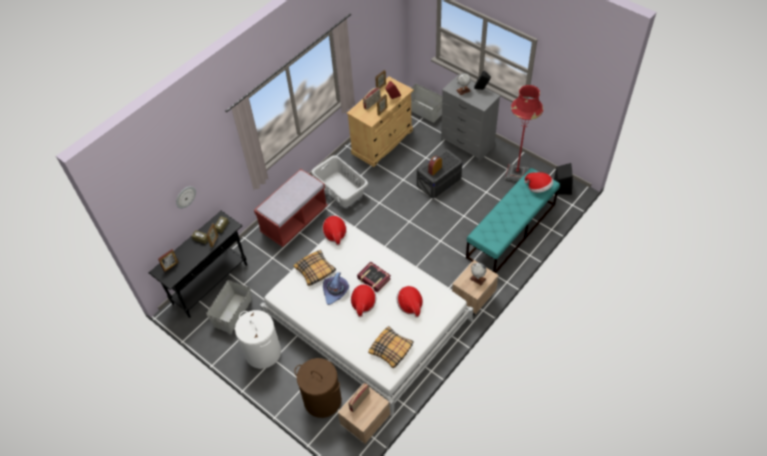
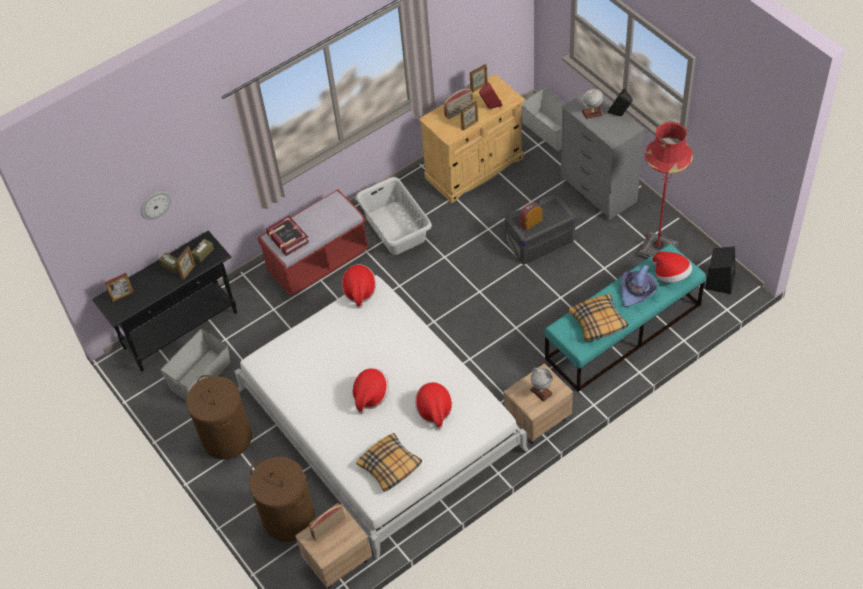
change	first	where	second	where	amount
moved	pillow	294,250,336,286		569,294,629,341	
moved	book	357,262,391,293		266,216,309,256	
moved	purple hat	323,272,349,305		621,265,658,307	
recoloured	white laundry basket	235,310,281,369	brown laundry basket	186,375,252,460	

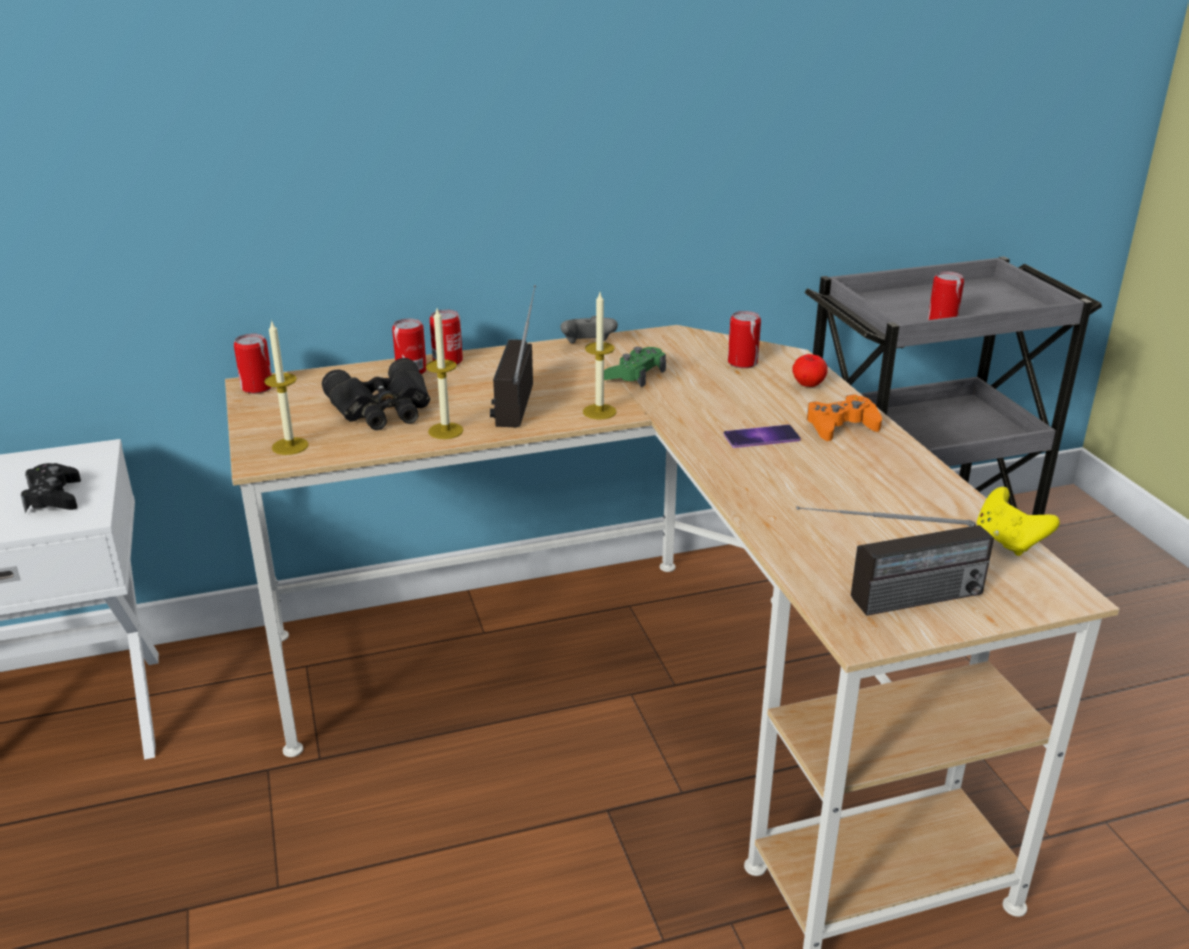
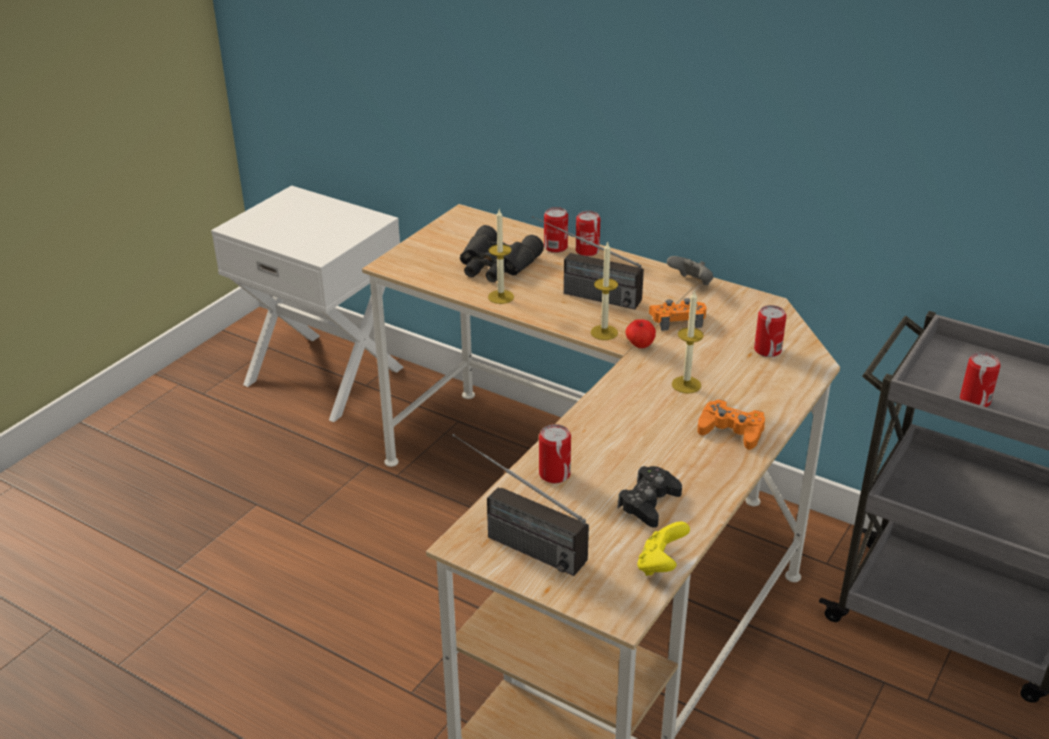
change	first	where	second	where	amount
turned	radio	490,285,536,427		532,216,644,309	120 degrees counterclockwise
moved	candle	264,320,309,455		672,290,704,393	
moved	can	234,334,272,394		539,424,571,483	
recoloured	green game controller	604,347,666,388	orange game controller	649,298,707,331	
moved	apple	792,354,827,387		626,319,656,348	
removed	phone	723,425,801,448			
moved	black game controller	21,463,81,513		617,466,682,528	

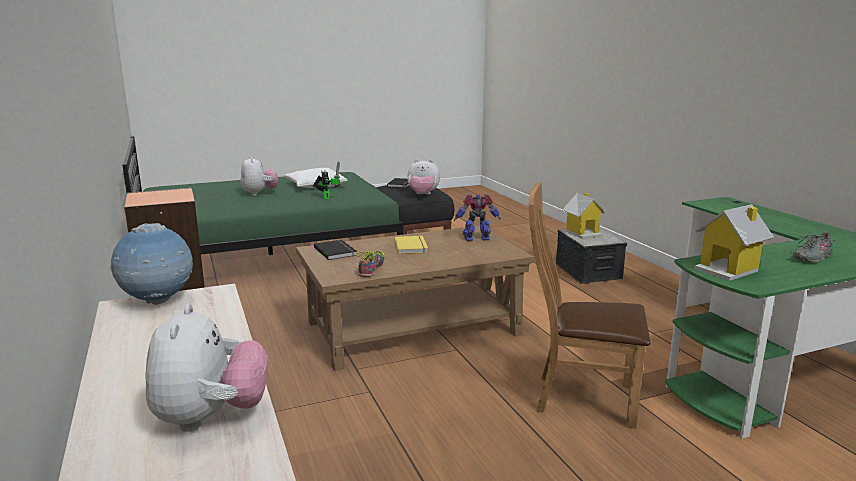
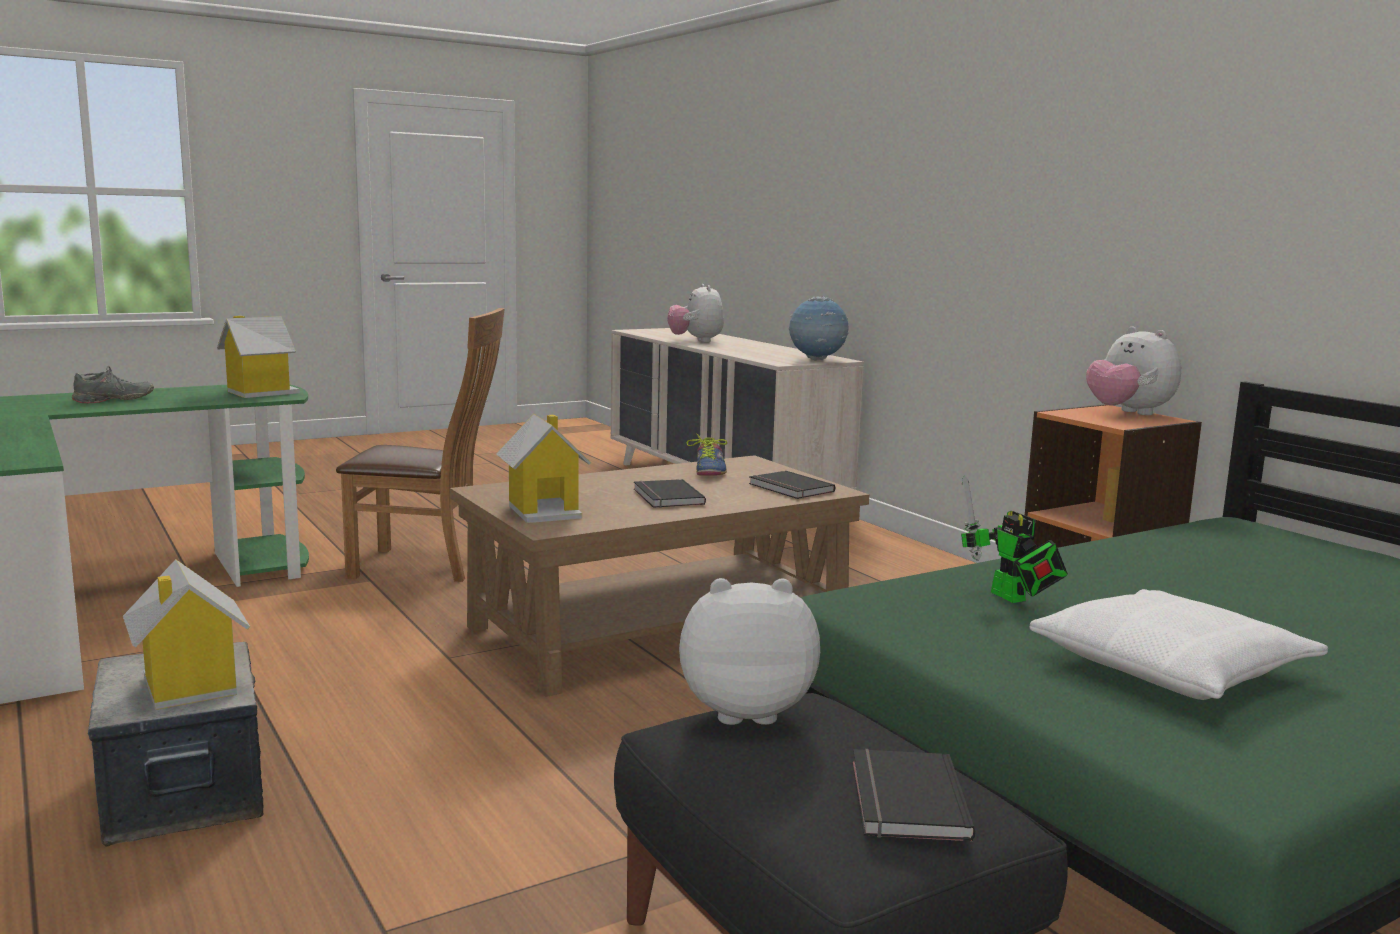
change	first	where	second	where	amount
moved	plush toy	241,156,278,196		1086,326,1181,415	
replaced	toy robot	454,194,500,241	toy house	496,414,591,523	
recoloured	yellow book	394,236,428,254	black book	634,479,706,508	

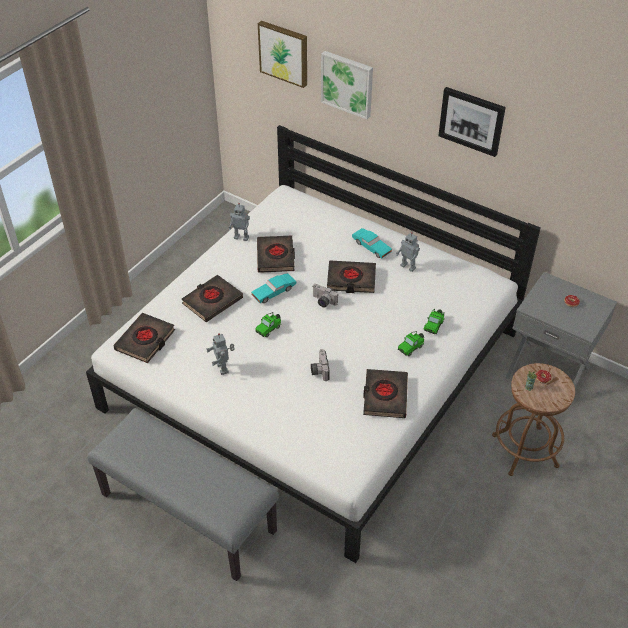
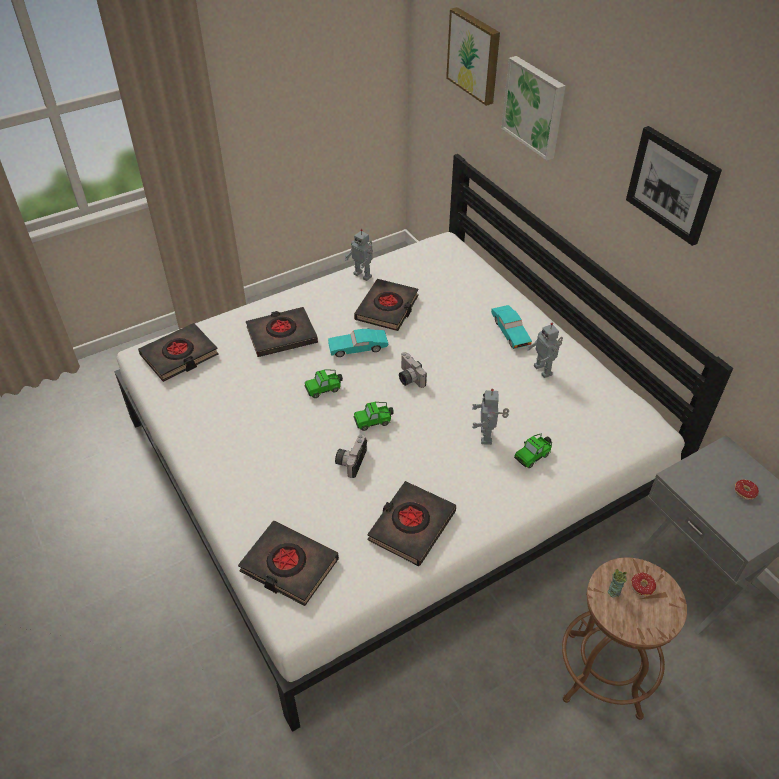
change	first	where	second	where	amount
moved	black book	327,260,376,293		238,521,339,606	
moved	toy car	398,331,424,356		353,402,394,431	
moved	toy robot	207,333,235,375		472,389,509,445	
removed	grey bench	87,408,279,581			

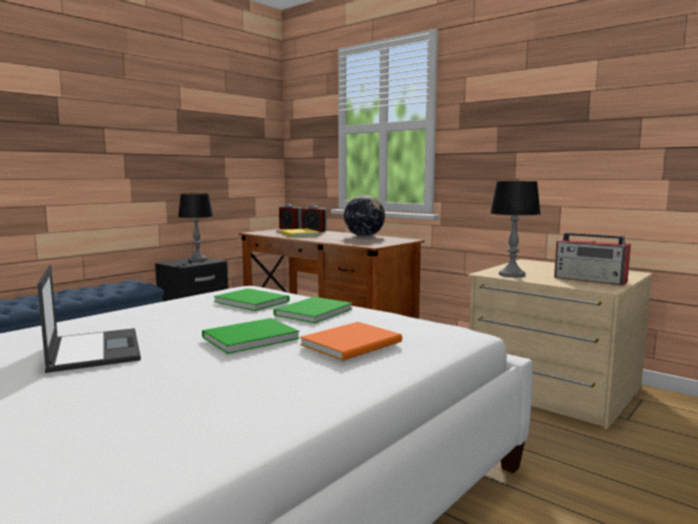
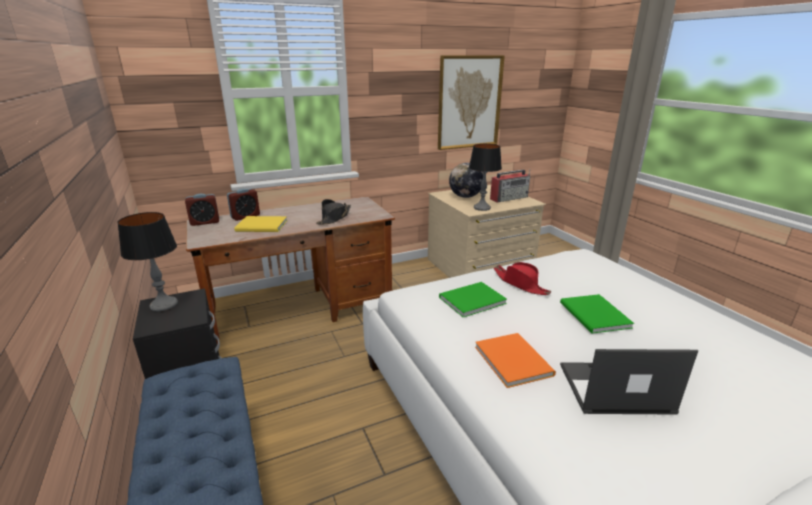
change	first	where	second	where	amount
moved	globe	344,195,385,237		449,163,483,198	
replaced	green book	273,297,353,323	red hat	494,262,551,295	
moved	orange book	300,322,402,361		475,333,556,388	
added			picture	438,55,505,150	
added			black hat	316,199,351,224	

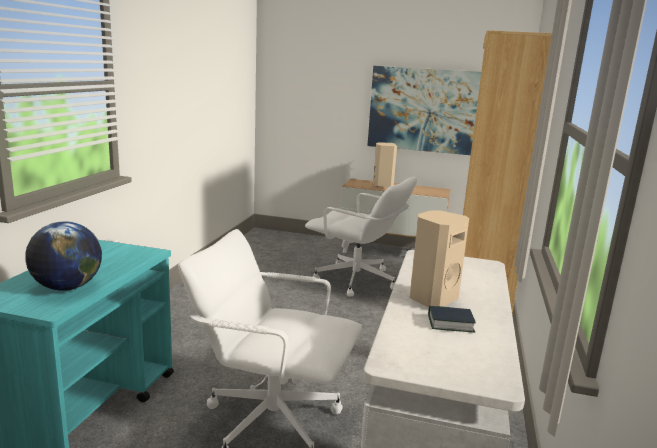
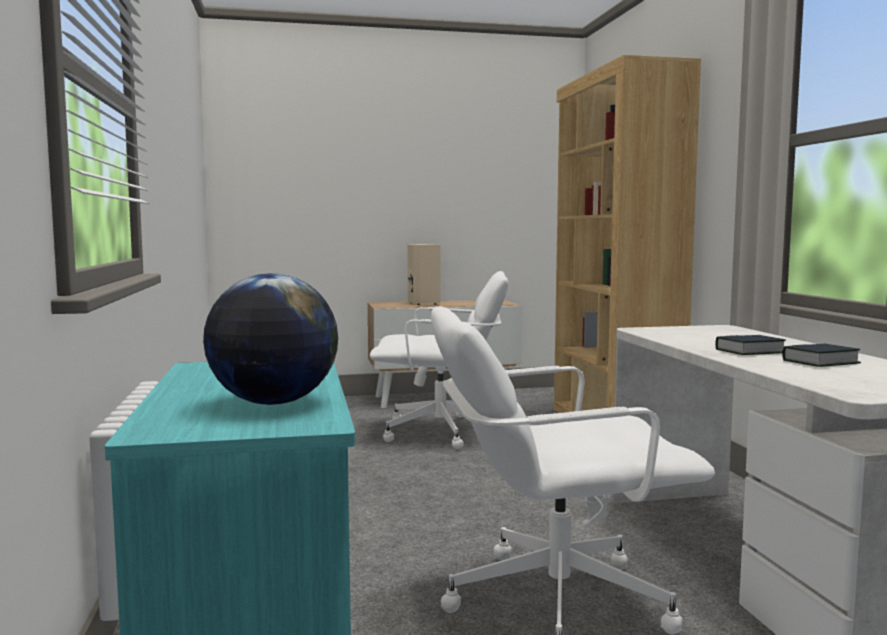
change	first	where	second	where	amount
removed	picture	367,66,481,155			
replaced	beige speaker	410,211,469,308	book	715,335,786,355	

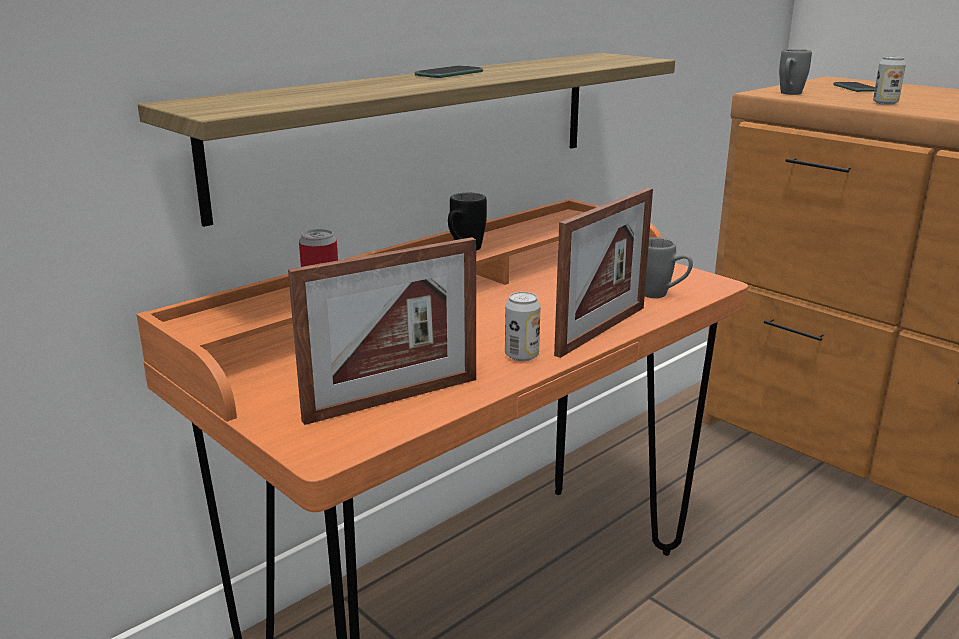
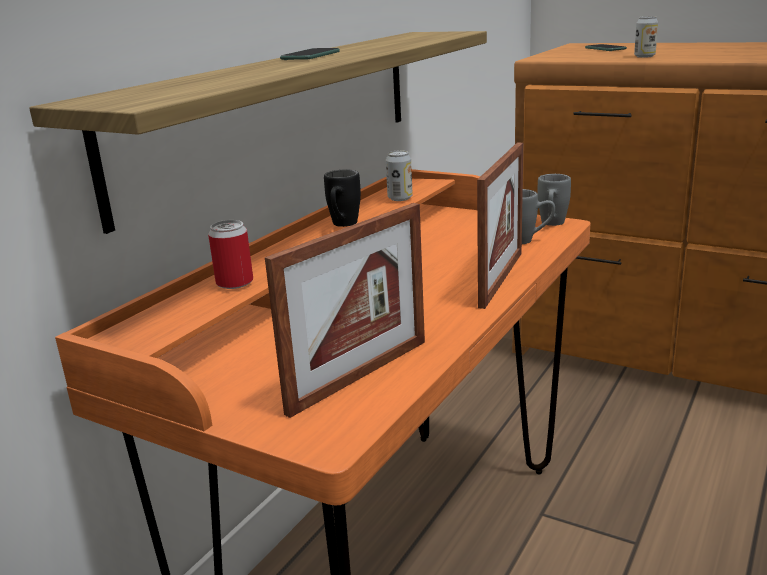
change	first	where	second	where	amount
moved	grey mug	779,49,812,95		537,174,571,226	
moved	can	505,292,541,361		386,151,413,201	

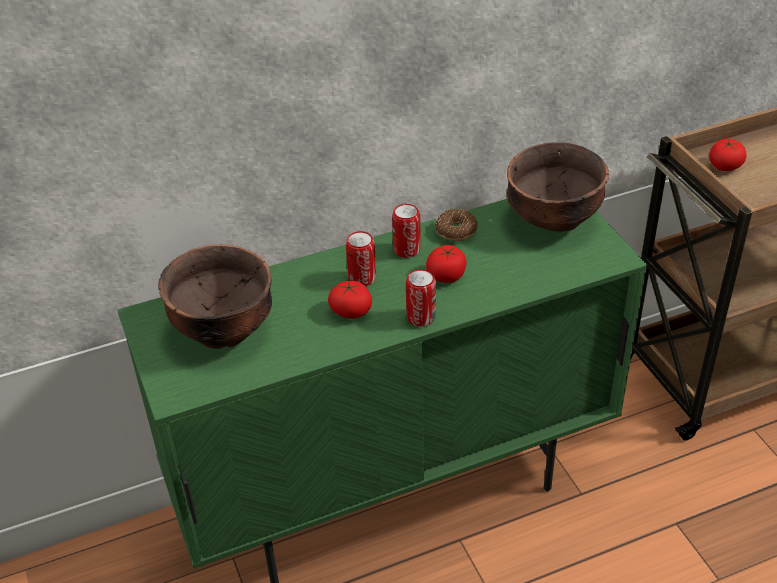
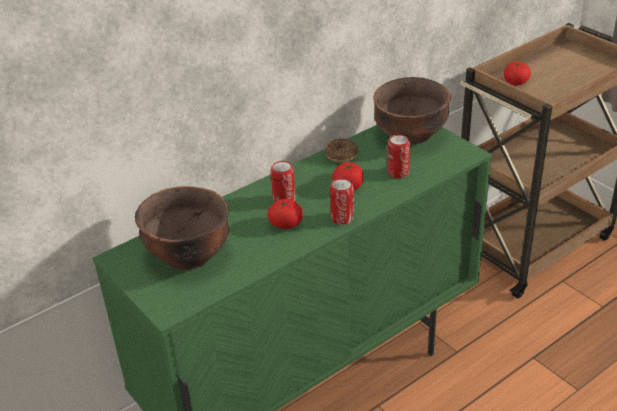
change	first	where	second	where	amount
moved	can	392,204,421,258		387,134,410,178	

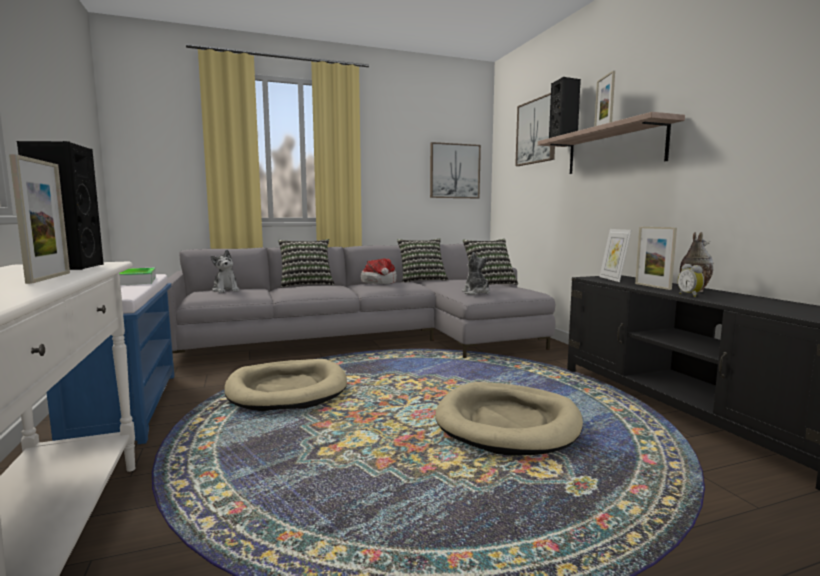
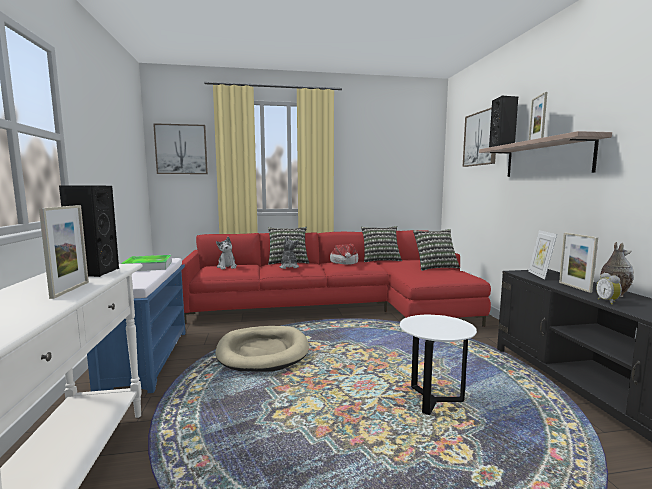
change	first	where	second	where	amount
moved	picture	430,142,481,198		153,123,208,174	
recoloured	grey sofa	167,244,555,358	red sofa	181,230,491,327	
moved	plush toy	462,252,490,295		279,236,299,269	
replaced	beige dog bed	435,382,583,456	white side table	400,315,477,415	

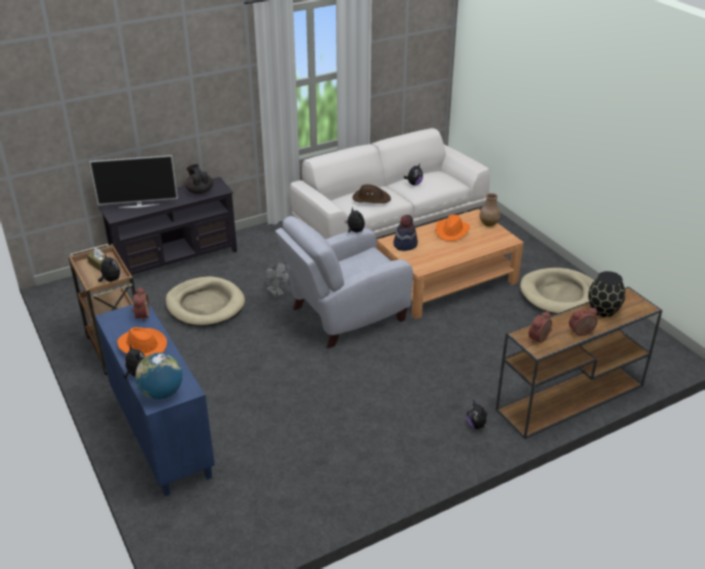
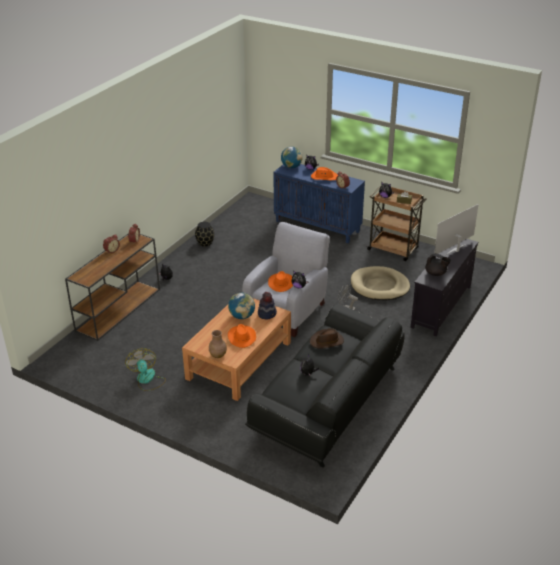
change	first	where	second	where	amount
recoloured	white sofa	290,128,490,239	black sofa	245,303,405,468	
replaced	beige dog bed	520,268,594,314	fan	125,348,166,391	
moved	black vase	588,271,625,317		195,222,214,247	
added			orange hat	268,271,293,292	
added			globe	228,293,255,319	

